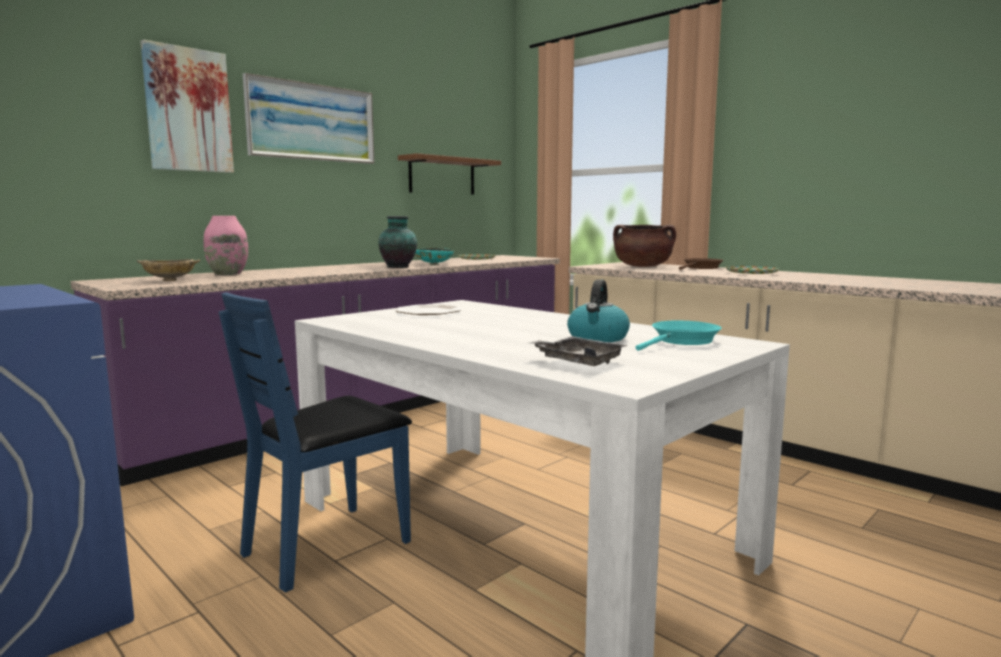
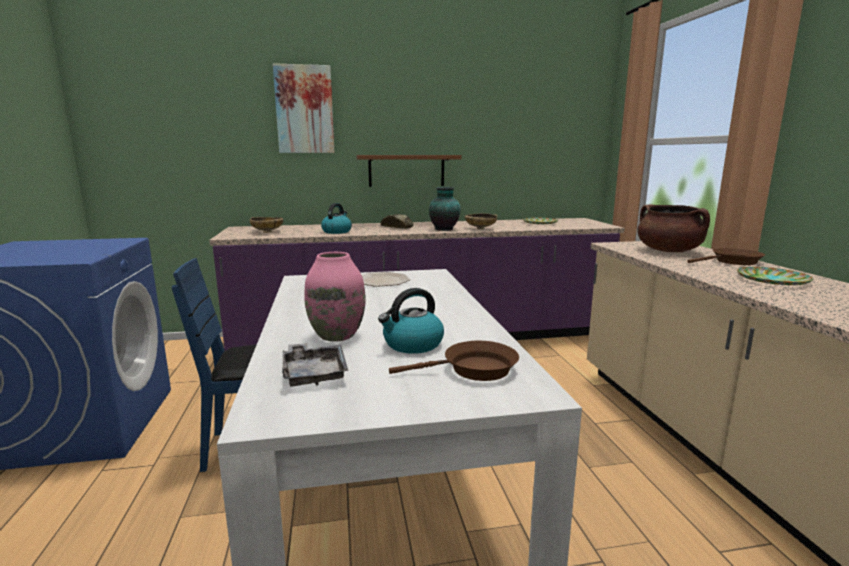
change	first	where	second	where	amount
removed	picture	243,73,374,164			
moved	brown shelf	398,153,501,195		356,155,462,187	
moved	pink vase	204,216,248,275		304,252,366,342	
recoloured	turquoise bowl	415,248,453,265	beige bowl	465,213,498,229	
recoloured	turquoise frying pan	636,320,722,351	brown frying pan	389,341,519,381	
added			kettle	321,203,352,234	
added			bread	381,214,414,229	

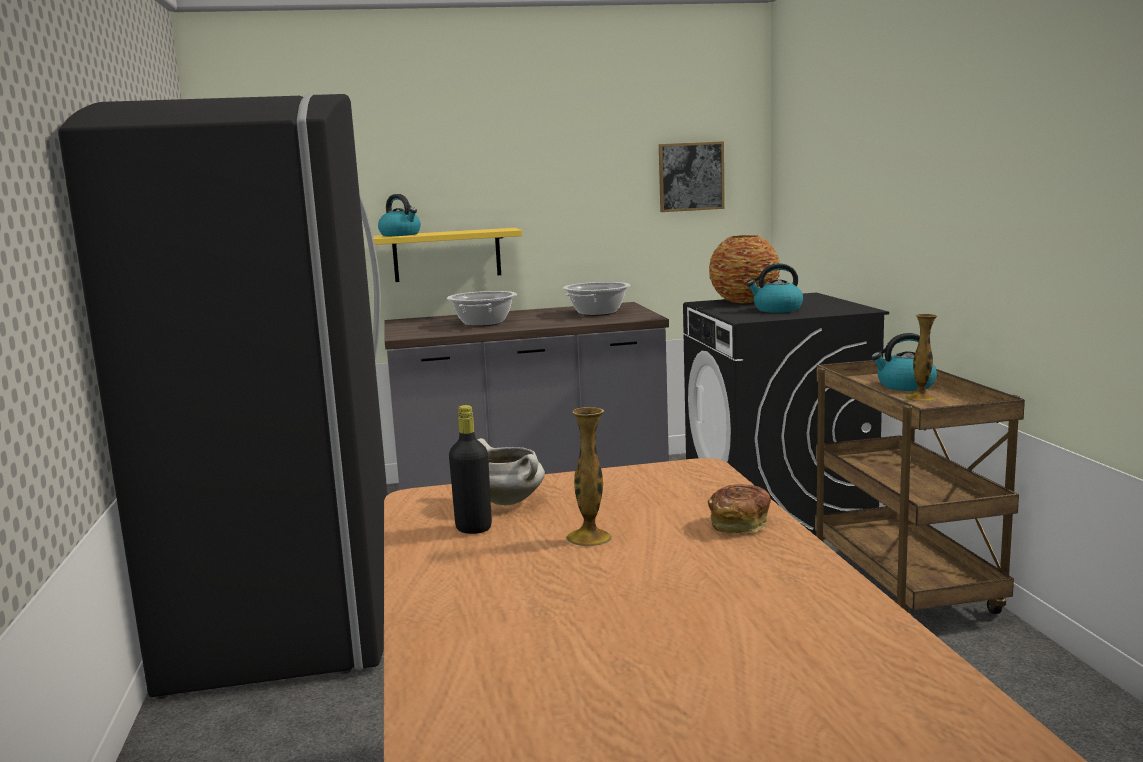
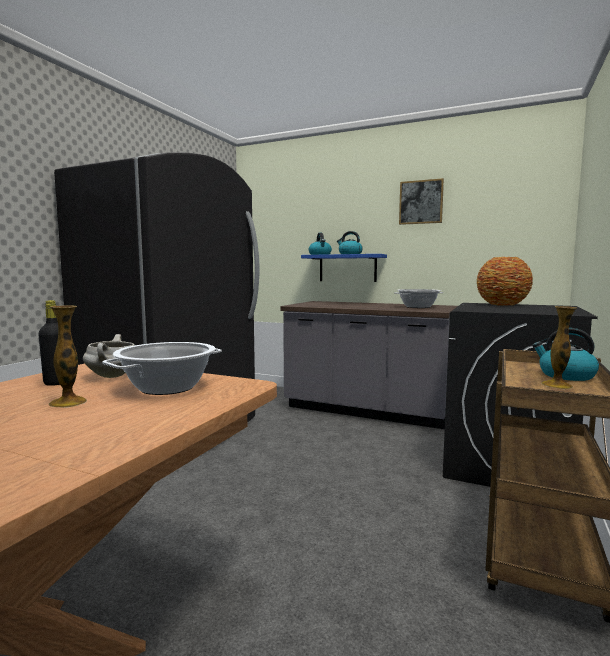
change	first	where	second	where	amount
moved	picture	659,141,725,212		399,178,444,225	
recoloured	yellow shelf	373,228,522,282	blue shelf	301,254,387,282	
moved	kettle	747,263,803,313		337,231,363,254	
moved	cooking pot	447,291,517,326		102,342,222,395	
removed	bread	708,484,771,533			

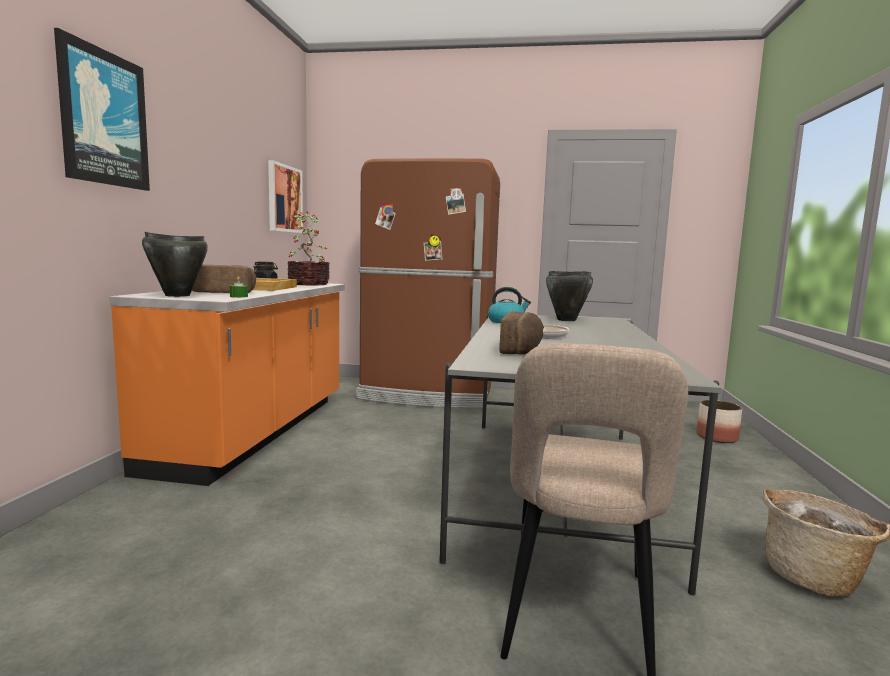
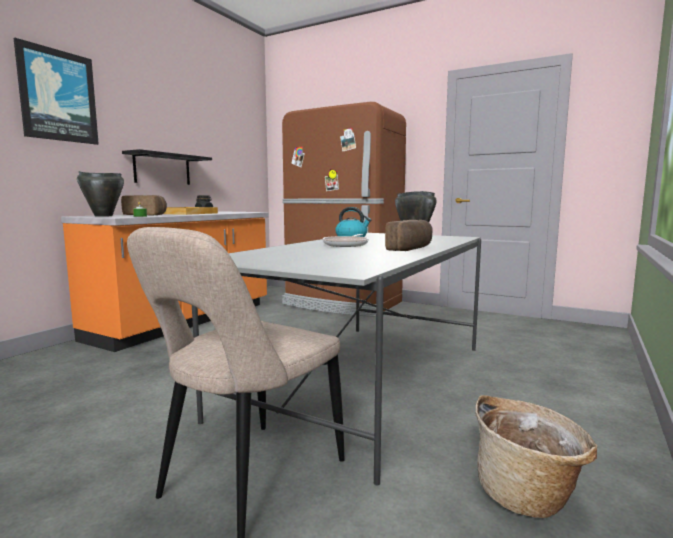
change	first	where	second	where	amount
removed	picture	268,160,303,233			
removed	potted plant	287,211,330,286			
moved	bread	500,311,544,355		385,220,433,251	
removed	planter	697,400,742,443			
added			black shelf	122,149,212,185	

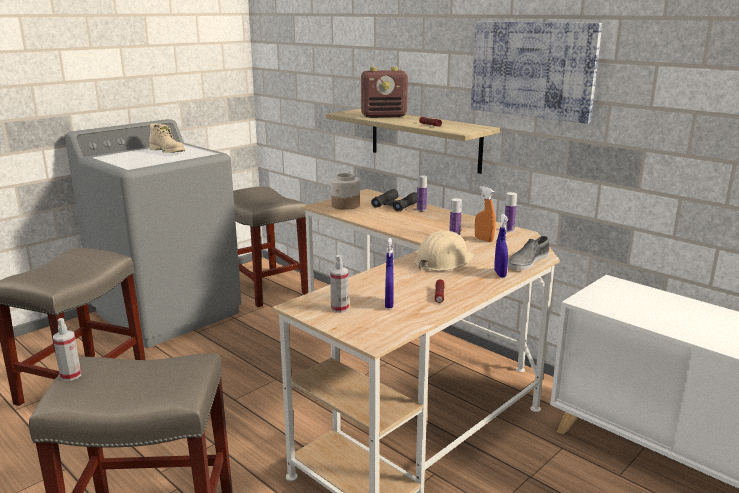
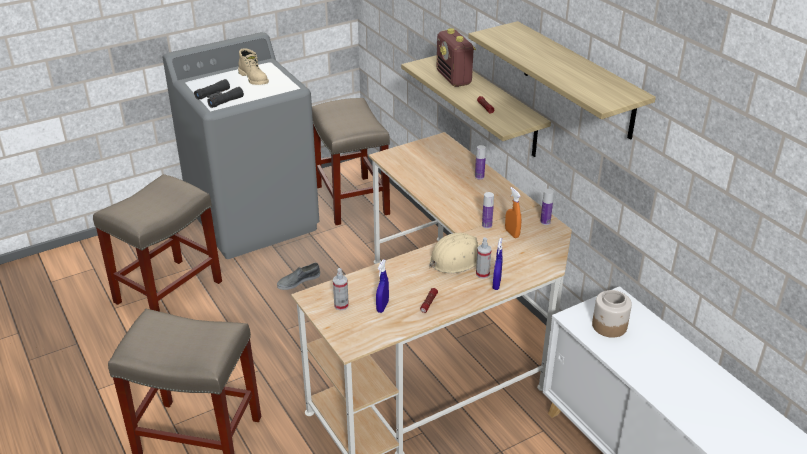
change	first	where	second	where	amount
replaced	picture	471,21,602,124	shelf	468,21,656,140	
turned	radio	361,67,408,118		437,28,476,87	60 degrees clockwise
moved	jar	331,173,360,210		592,290,632,338	
moved	black binoculars	371,189,417,211		194,79,244,108	
moved	grey shoe	508,236,550,270		277,263,320,290	
moved	spray bottle	53,318,81,381		476,237,492,279	

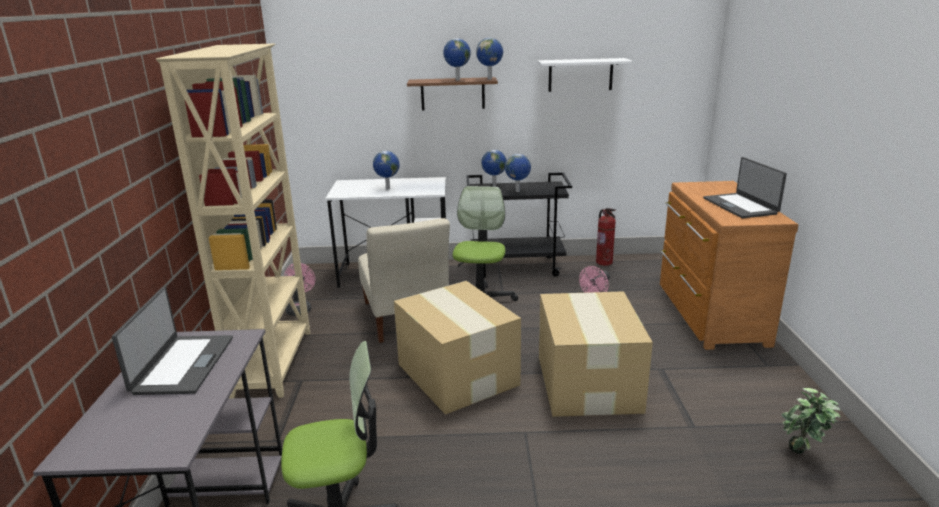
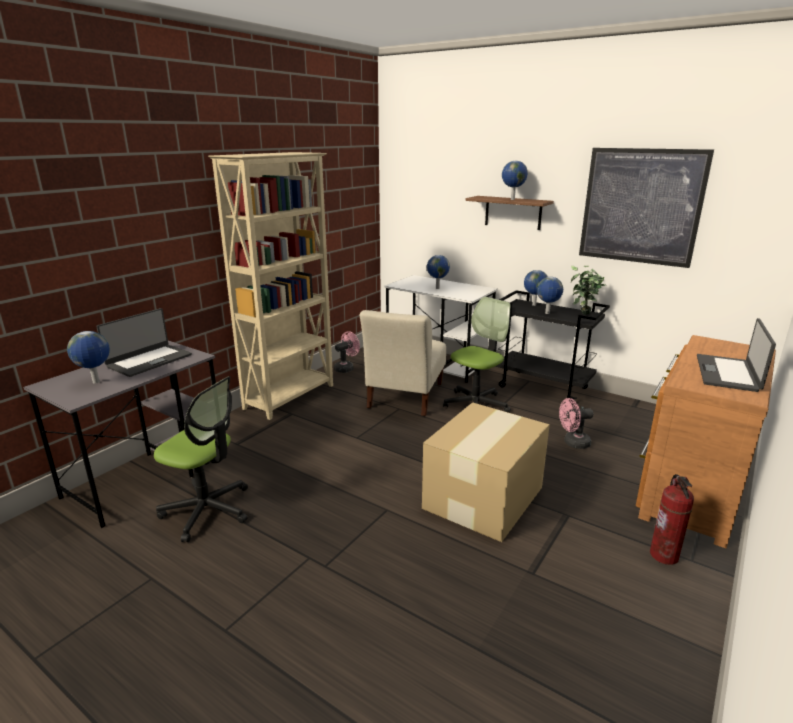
change	first	where	second	where	amount
moved	globe	476,38,503,80		67,331,110,384	
replaced	white shelf	538,58,633,92	picture	579,148,714,268	
moved	fire extinguisher	596,208,616,266		650,474,694,565	
removed	cardboard box	394,281,521,415			
moved	potted plant	781,388,841,454		571,266,605,315	

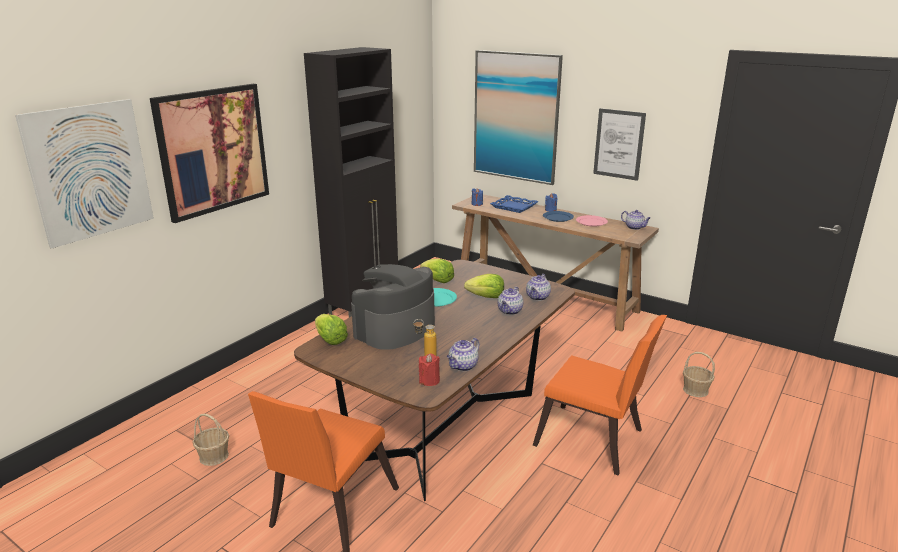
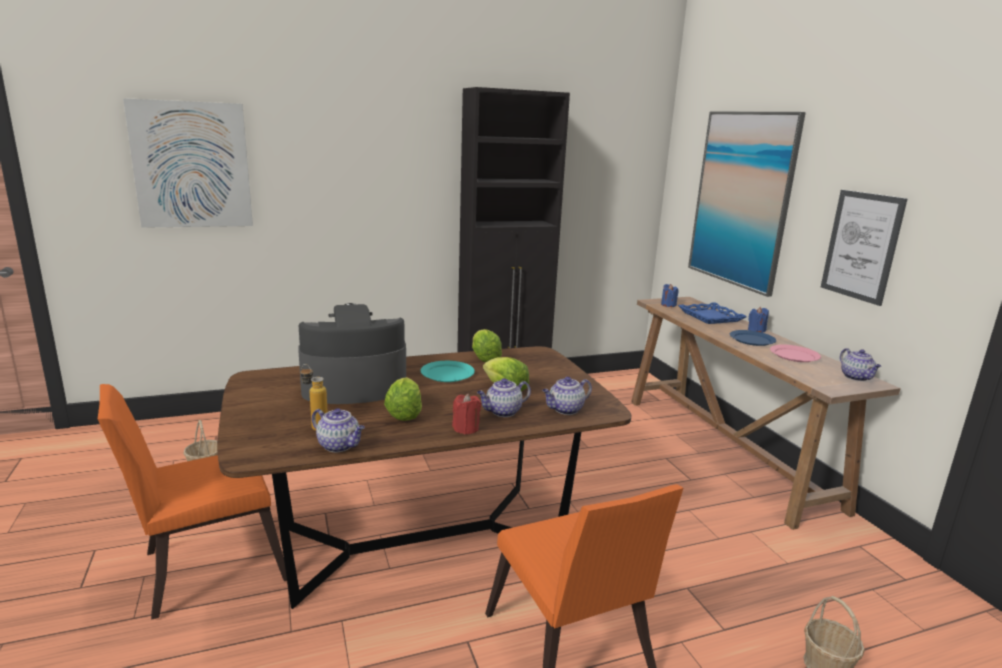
change	first	where	second	where	amount
removed	picture	150,84,269,223			
moved	lettuce	315,314,348,345		384,377,422,421	
turned	teapot	447,338,479,371		312,408,365,452	135 degrees counterclockwise
moved	red candle	419,354,440,386		452,394,481,435	

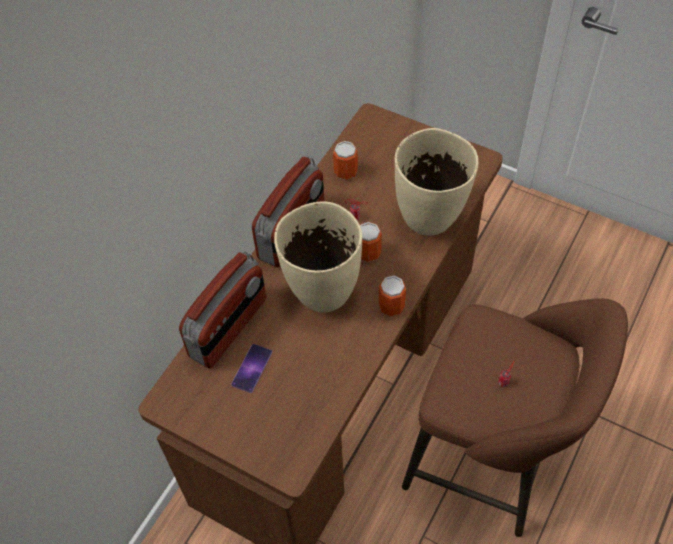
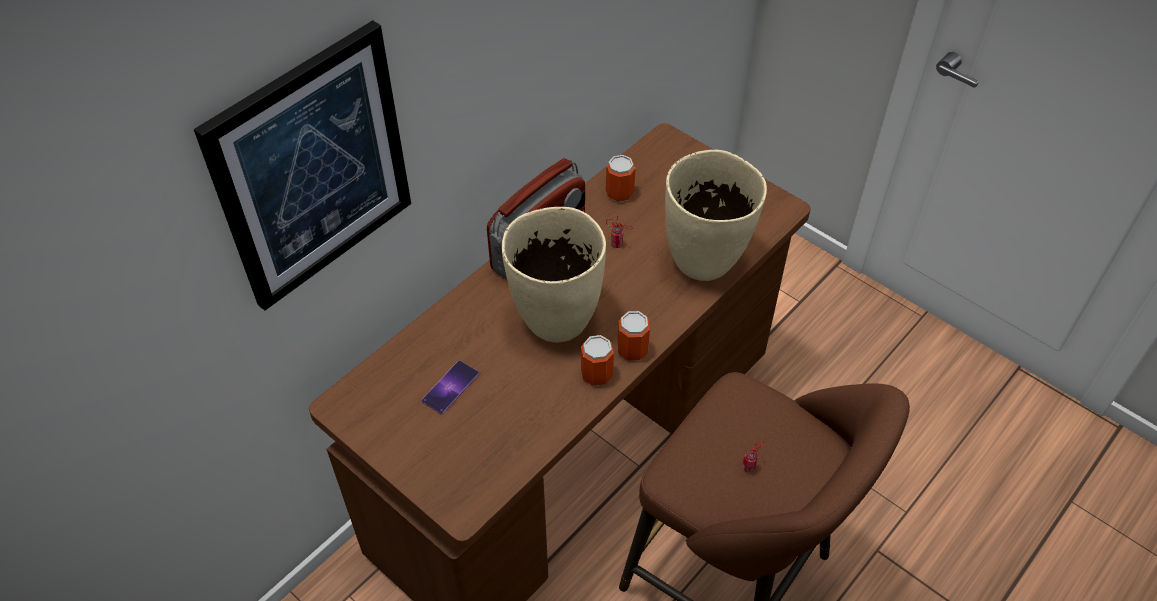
change	first	where	second	where	amount
moved	can	360,222,382,262		581,335,614,386	
removed	radio	179,252,266,368			
added			picture	194,20,411,311	

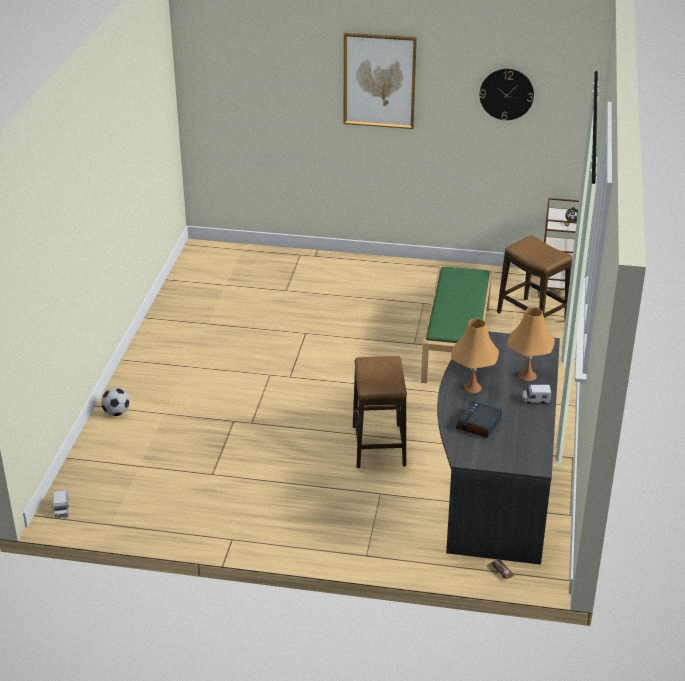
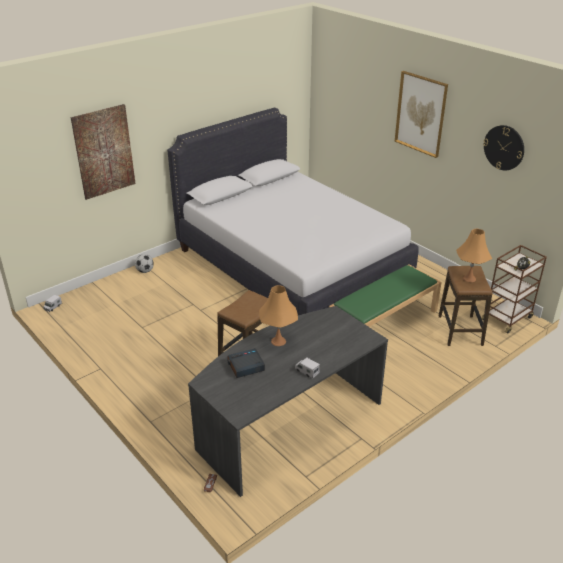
change	first	where	second	where	amount
moved	orange table lamp	507,307,555,381		456,229,492,282	
added			picture	71,104,136,200	
added			white bed	167,108,419,315	

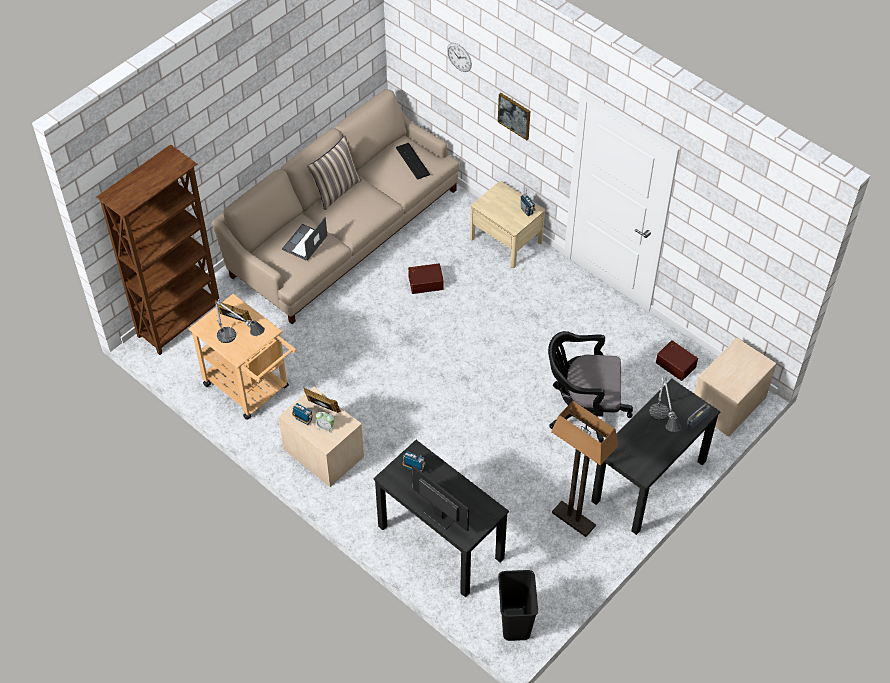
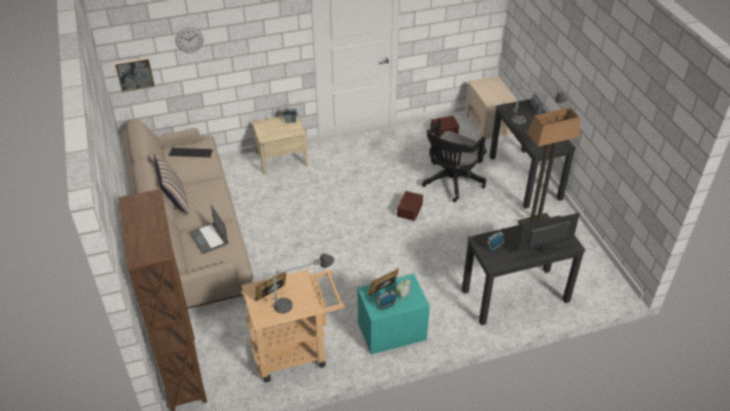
change	first	where	second	where	amount
moved	picture	498,93,530,140		115,58,155,92	
moved	brown storage box	408,263,444,294		397,191,423,221	
recoloured	beige nightstand	278,387,364,487	turquoise nightstand	357,274,430,354	
removed	black trash can	498,570,538,641			

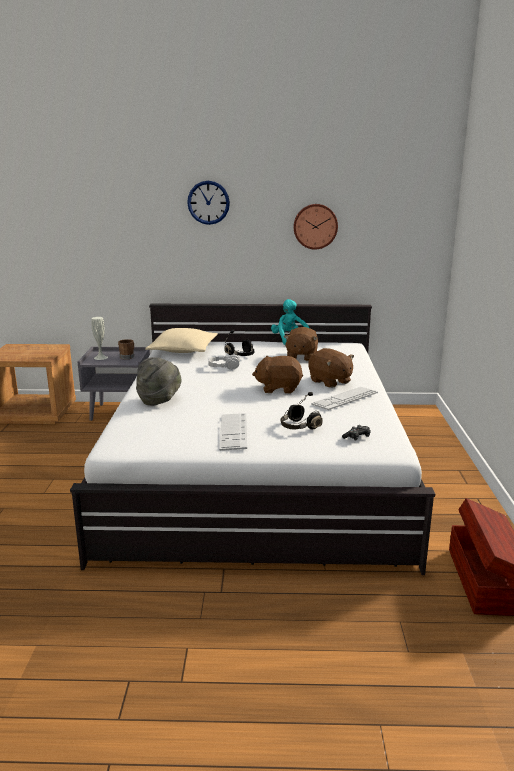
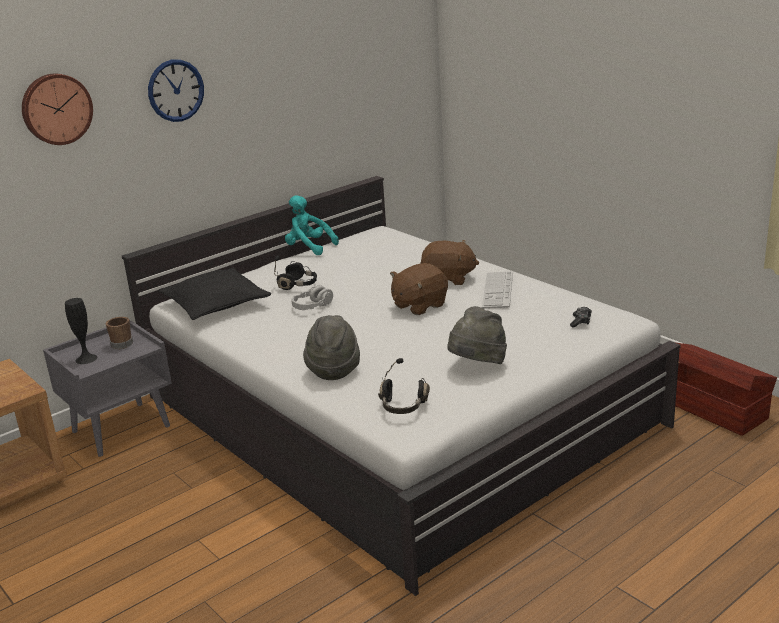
change	first	where	second	where	amount
moved	wall clock	294,204,338,250		22,74,93,145	
recoloured	white vase	91,317,108,360	black vase	65,298,97,364	
removed	brown plush toy	284,327,318,361			
recoloured	beige pillow	145,328,218,353	black pillow	159,268,271,320	
moved	black headphones	280,392,323,430		378,358,430,414	
replaced	keyboard	219,413,247,451	grey hat	447,306,507,364	

